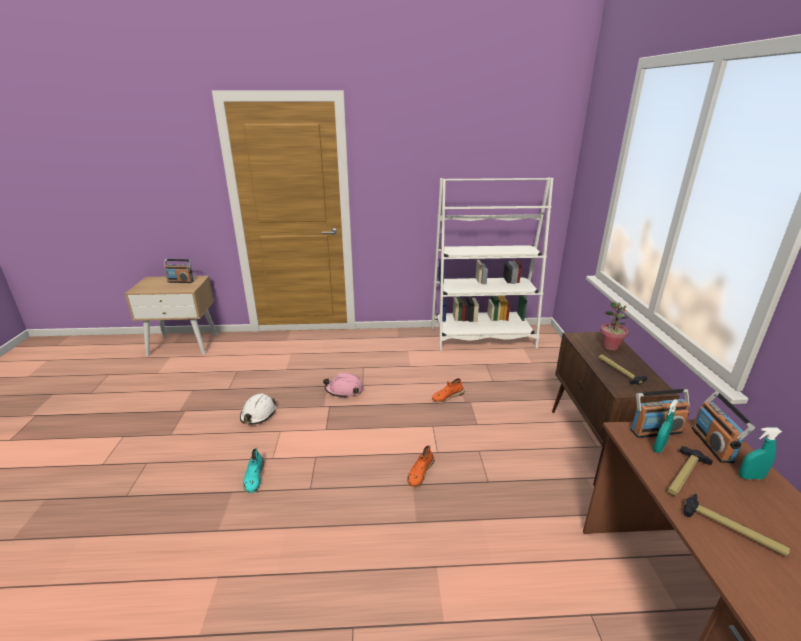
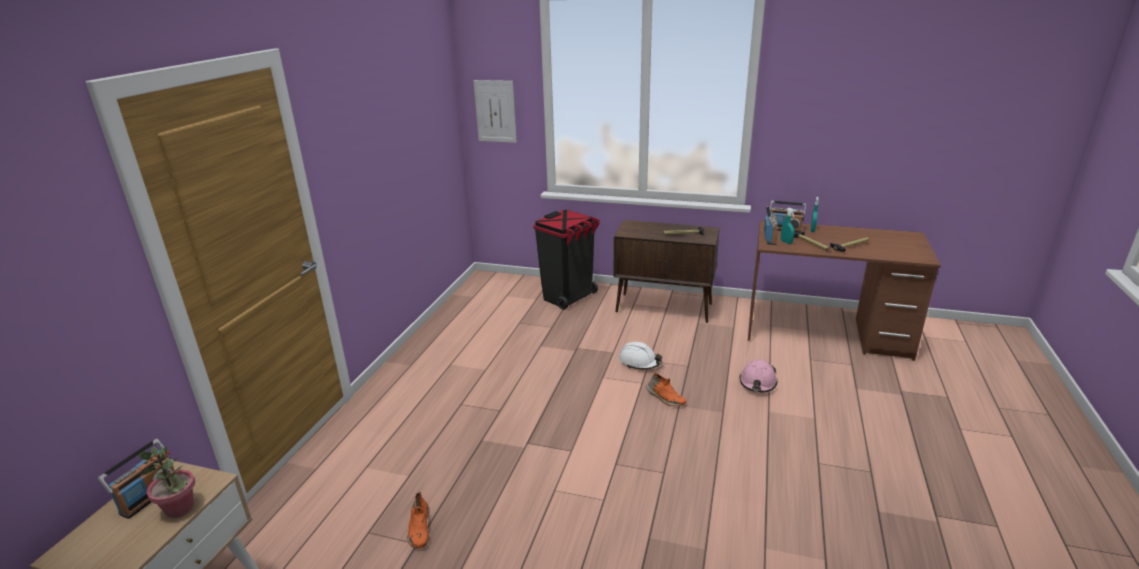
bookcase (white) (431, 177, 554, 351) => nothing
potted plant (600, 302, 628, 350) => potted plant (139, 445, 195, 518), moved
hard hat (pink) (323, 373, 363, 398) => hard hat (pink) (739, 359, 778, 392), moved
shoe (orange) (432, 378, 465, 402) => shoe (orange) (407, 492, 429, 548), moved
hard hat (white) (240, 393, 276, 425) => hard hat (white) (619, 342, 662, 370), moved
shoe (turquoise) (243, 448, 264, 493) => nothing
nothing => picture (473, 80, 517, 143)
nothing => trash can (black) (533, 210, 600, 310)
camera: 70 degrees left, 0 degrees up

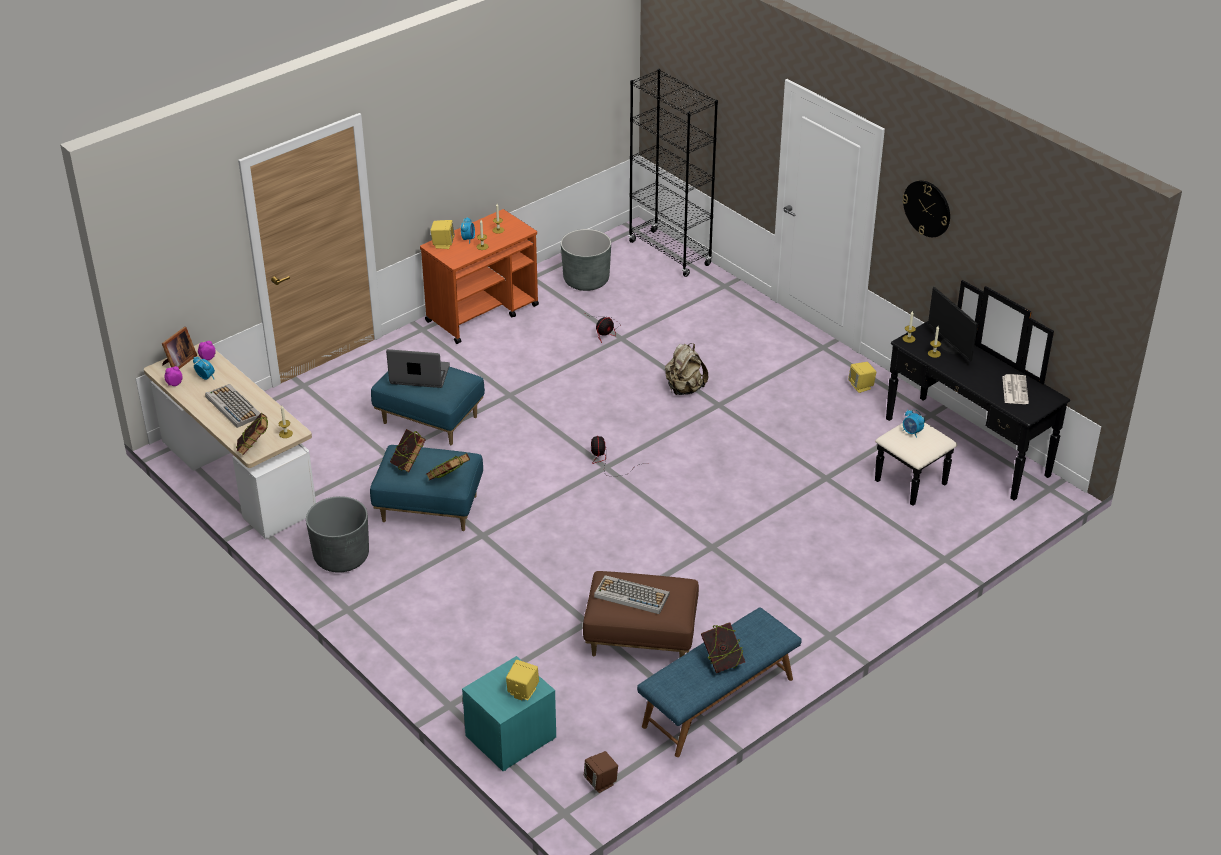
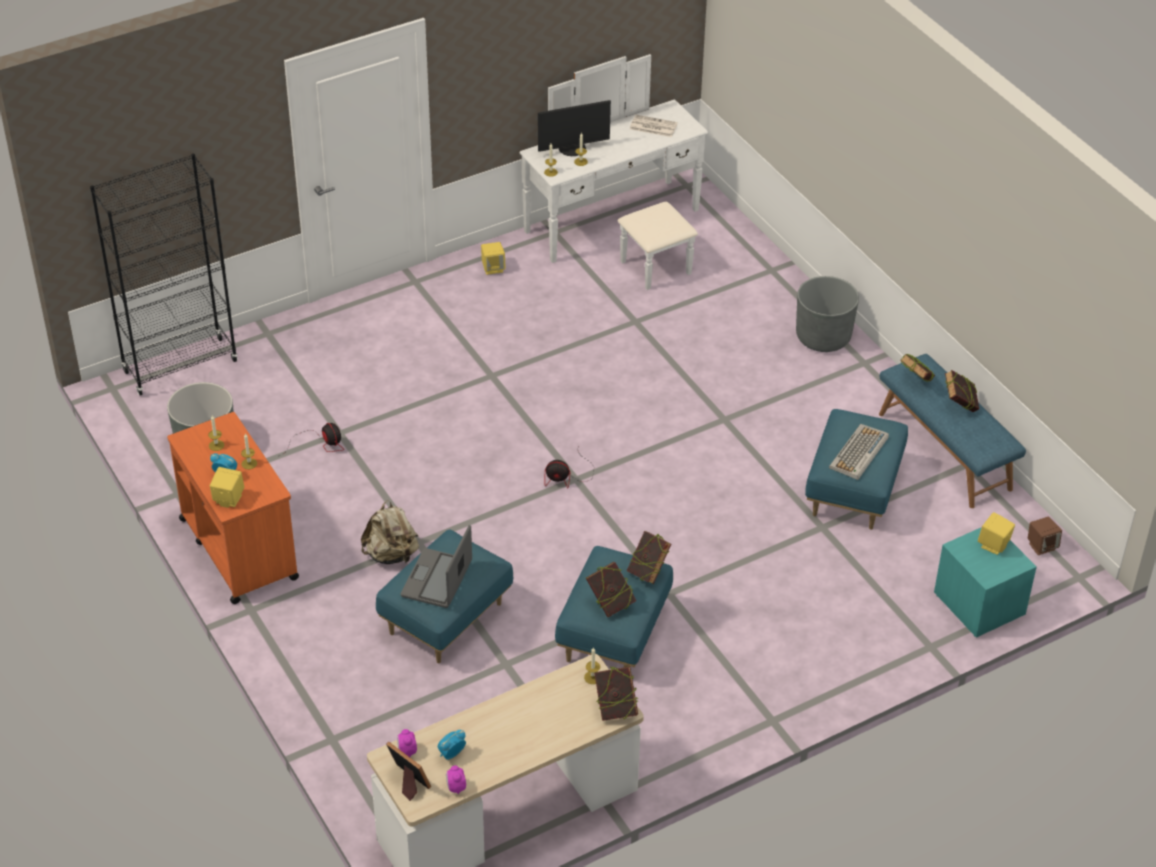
wall clock (902, 180, 950, 237) => nothing
dresser (black) (875, 280, 1070, 506) => dresser (white) (519, 54, 708, 290)
backpack (beige) (665, 343, 708, 395) => backpack (beige) (361, 500, 419, 564), moved
keyboard (205, 384, 261, 428) => nothing
alarm clock (903, 410, 925, 438) => nothing
planter (grey) (306, 496, 369, 573) => planter (grey) (796, 276, 859, 352), moved
ottoman (brown) (583, 571, 699, 657) => ottoman (blue) (805, 409, 908, 530)
nothing => book (901, 354, 935, 382)
camera: 80 degrees left, 5 degrees up

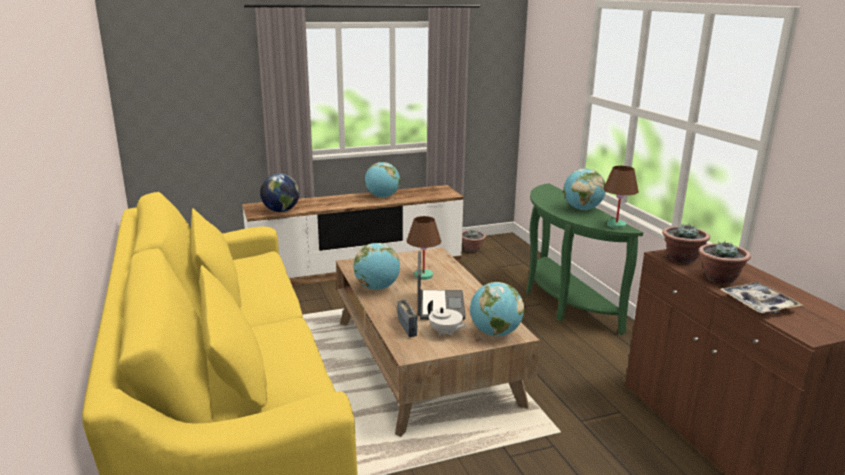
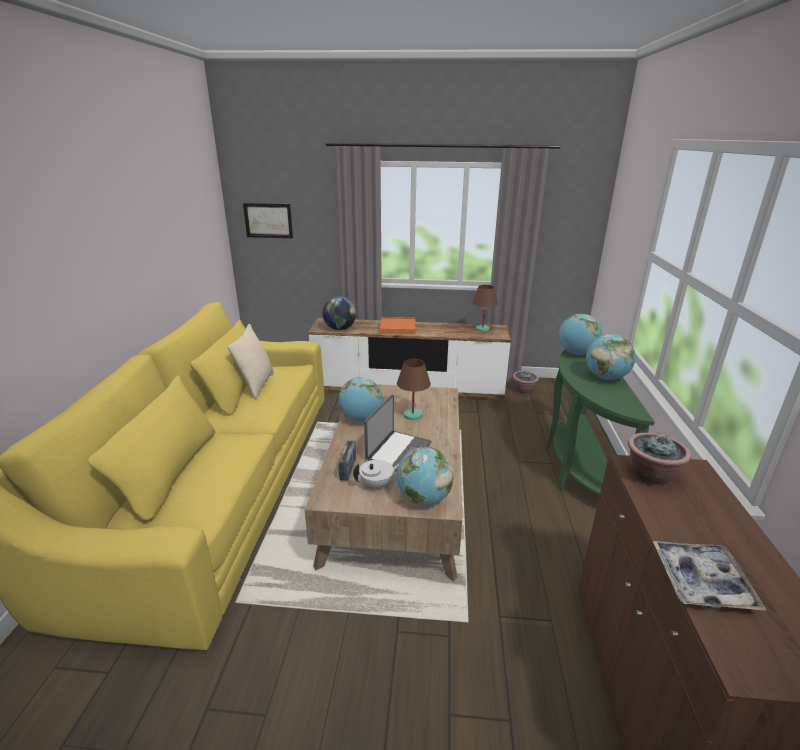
globe (365, 162, 400, 198) => globe (559, 314, 602, 355), moved
table lamp (brown) (603, 166, 639, 229) => table lamp (brown) (472, 285, 498, 332), moved
potted plant (699, 242, 751, 284) => nothing
teapot (white) (427, 300, 467, 336) => teapot (white) (353, 460, 399, 490), 90 degrees counterclockwise
nothing => picture (243, 203, 293, 238)
nothing => tray (orange) (380, 317, 415, 334)
nothing => pillow (beige) (228, 324, 274, 399)
camera: 25 degrees right, 5 degrees up

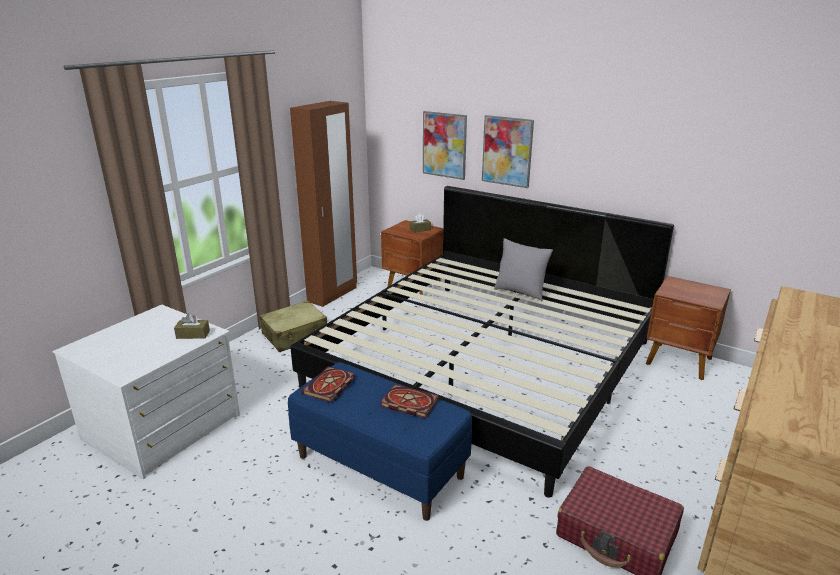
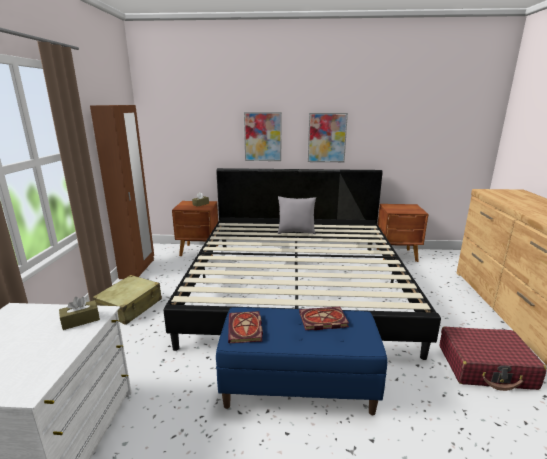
picture (423, 111, 467, 180) => picture (308, 113, 348, 162), moved
camera: 30 degrees left, 5 degrees down

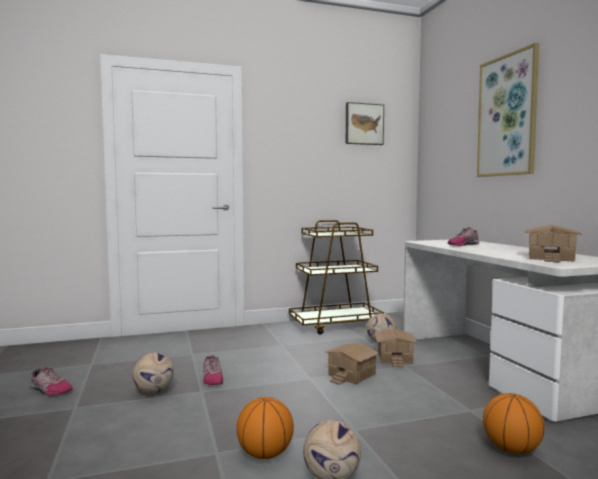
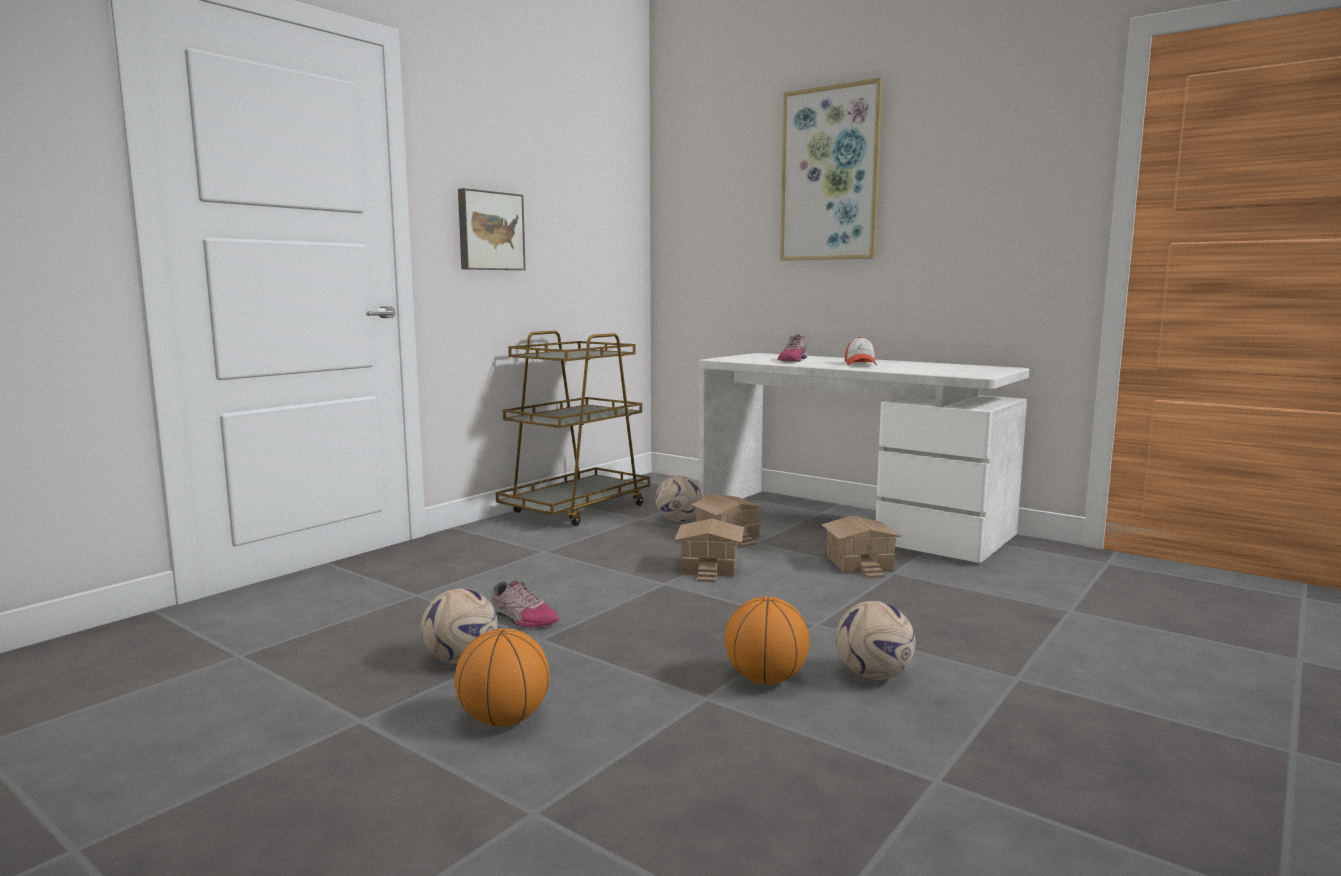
picture (346, 102, 384, 145) => picture (458, 188, 526, 270), moved
toy house (524, 225, 582, 262) => toy house (821, 516, 901, 578), moved
shoe (30, 367, 73, 395) => nothing
basketball (483, 393, 545, 454) => basketball (455, 628, 549, 726), moved
nothing => cap (845, 337, 877, 366)
camera: 35 degrees left, 5 degrees up

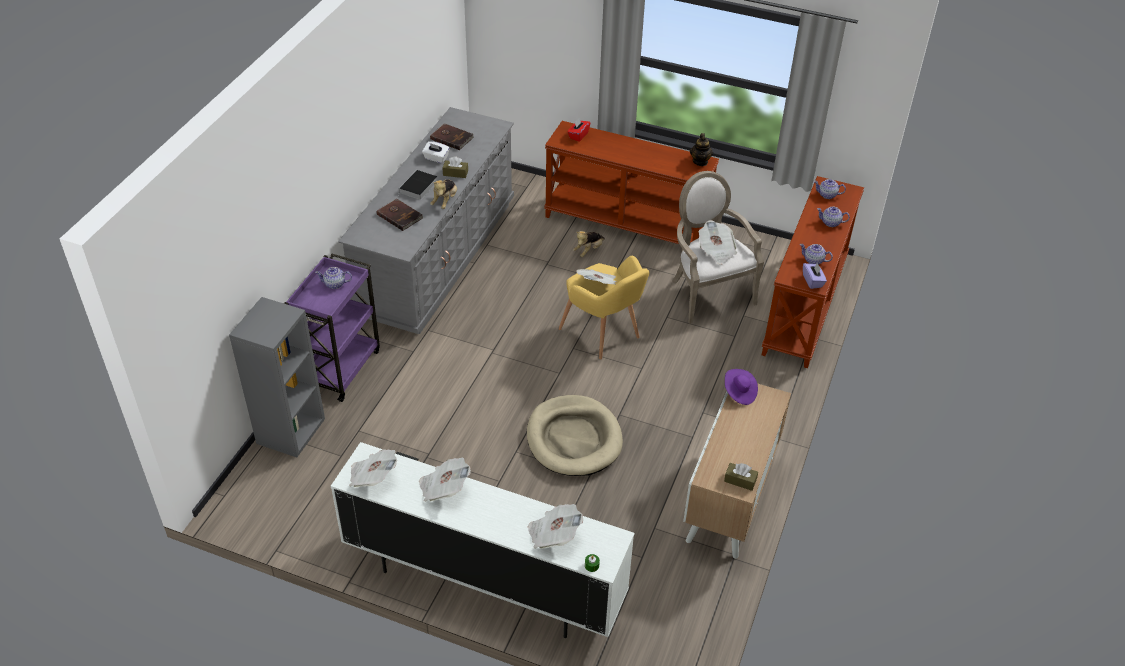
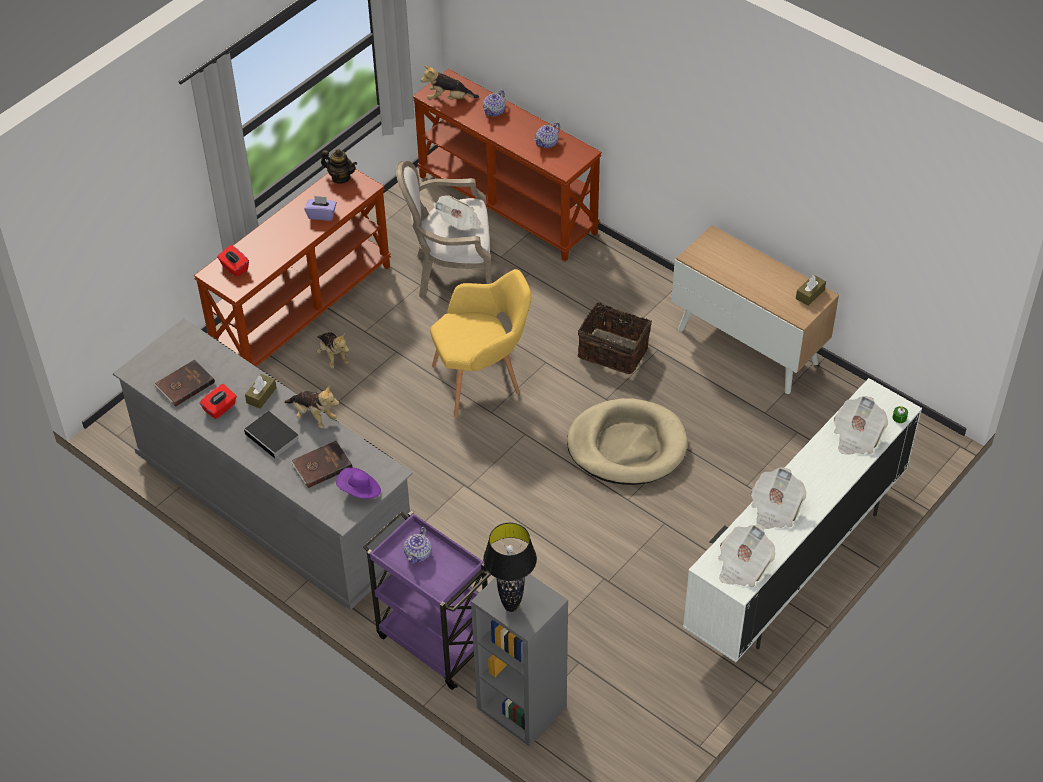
tissue box (white) (422, 141, 450, 163) => tissue box (red) (200, 384, 237, 419)
teapot (814, 179, 846, 199) => plush toy (421, 65, 479, 99)
tissue box (purple) (803, 262, 827, 289) => tissue box (purple) (304, 196, 337, 221), moved
newspaper (577, 269, 616, 284) => nothing
hat (purple) (725, 369, 758, 405) => hat (purple) (336, 468, 381, 499), moved
nothing => basket (577, 297, 652, 374)
nothing => table lamp (black) (483, 523, 537, 612)
camera: 70 degrees left, 5 degrees up

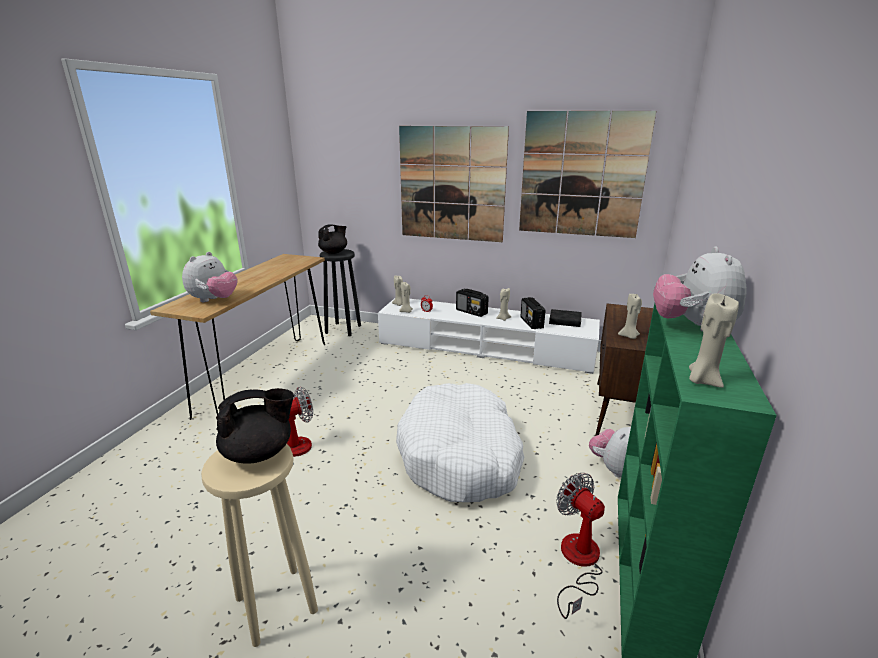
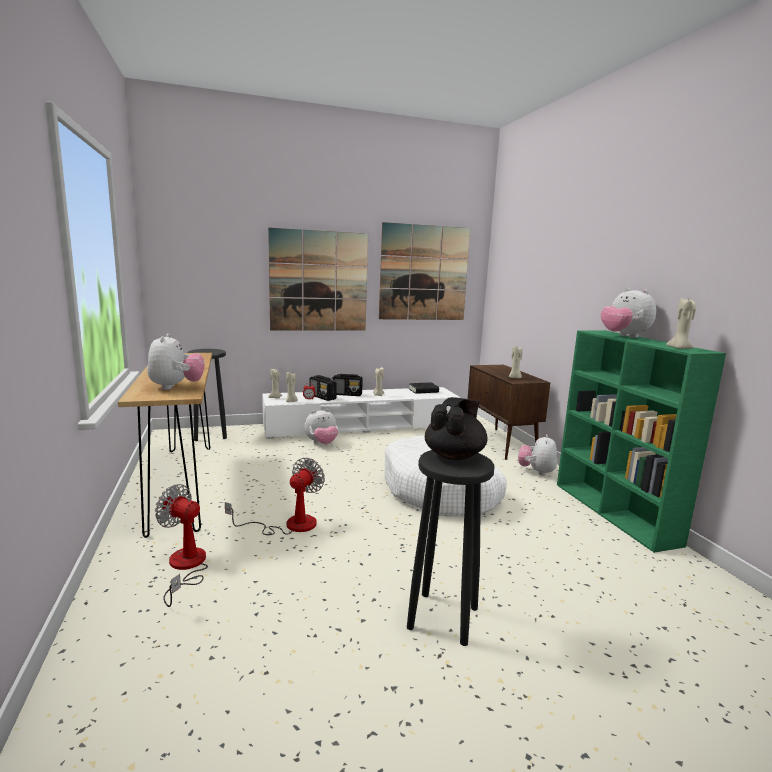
teapot (black) (318, 224, 347, 254) => nothing
radio (521, 297, 546, 329) => radio (310, 375, 337, 401), moved
stool (beige) (201, 444, 318, 647) => stool (black) (407, 450, 495, 646)
fan (556, 473, 605, 619) => fan (155, 484, 208, 607), moved
nothing => plush toy (304, 409, 338, 444)
camera: 35 degrees left, 10 degrees down

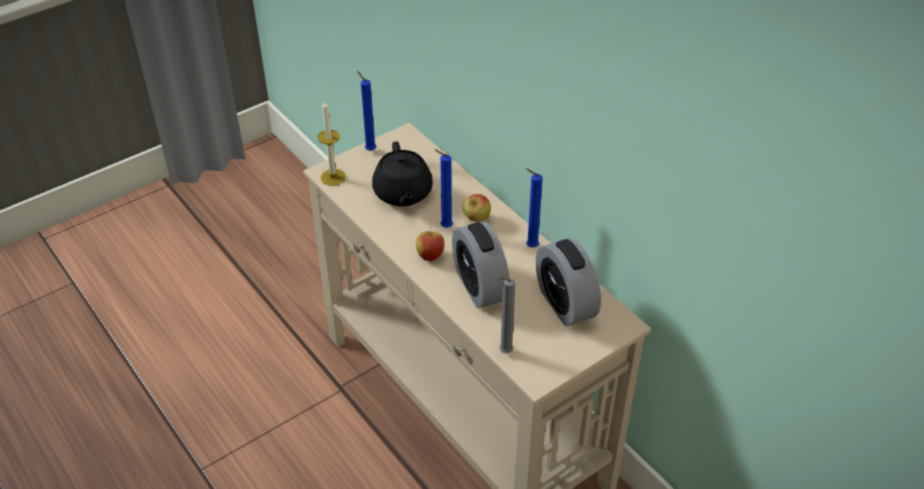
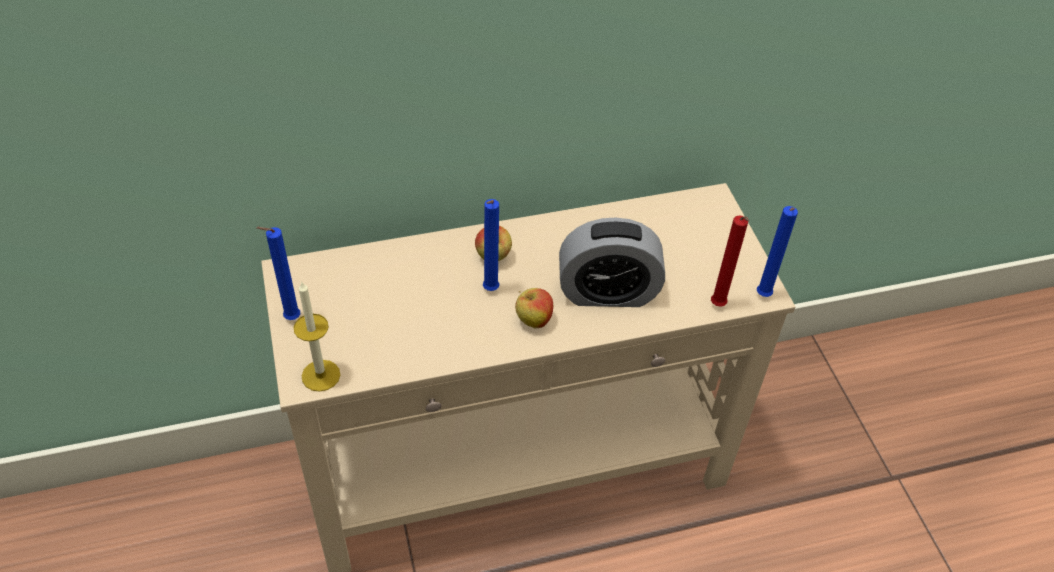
teapot (black) (372, 141, 433, 206) => nothing
candle (blue) (526, 168, 543, 248) => candle (blue) (757, 206, 798, 297), moved
alarm clock (536, 238, 601, 326) => nothing
candle (grey) (499, 277, 516, 353) => candle (red) (711, 215, 749, 307)
camera: 70 degrees left, 5 degrees up

